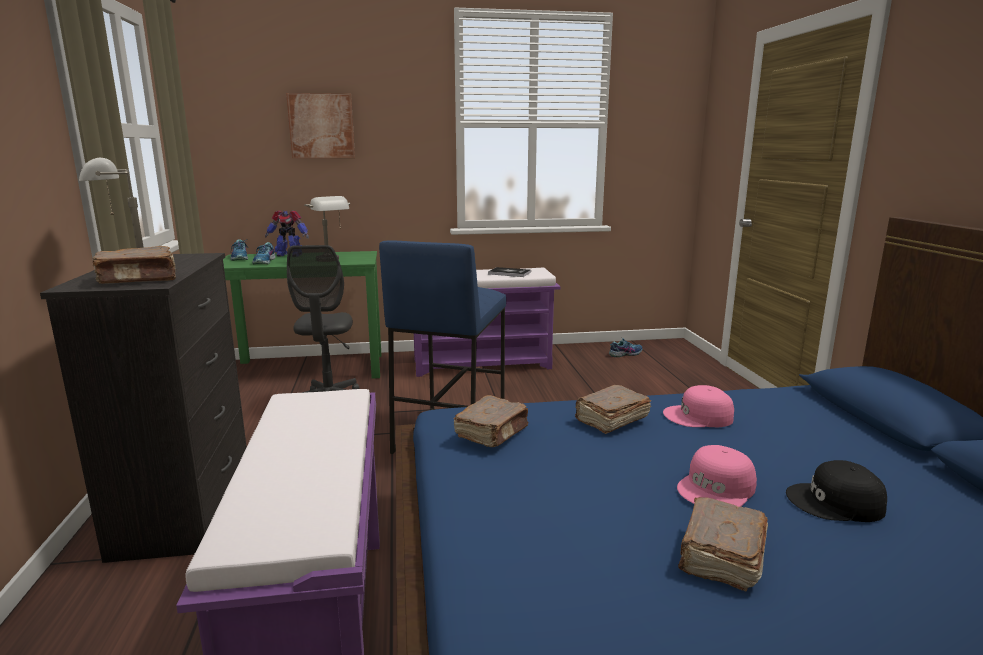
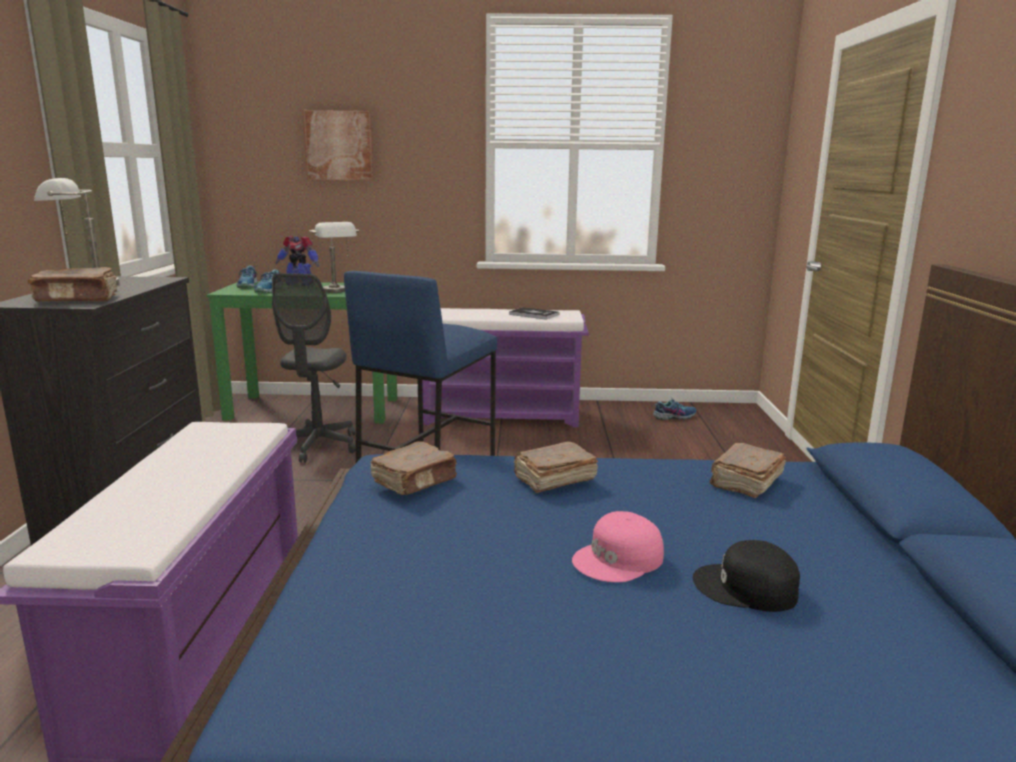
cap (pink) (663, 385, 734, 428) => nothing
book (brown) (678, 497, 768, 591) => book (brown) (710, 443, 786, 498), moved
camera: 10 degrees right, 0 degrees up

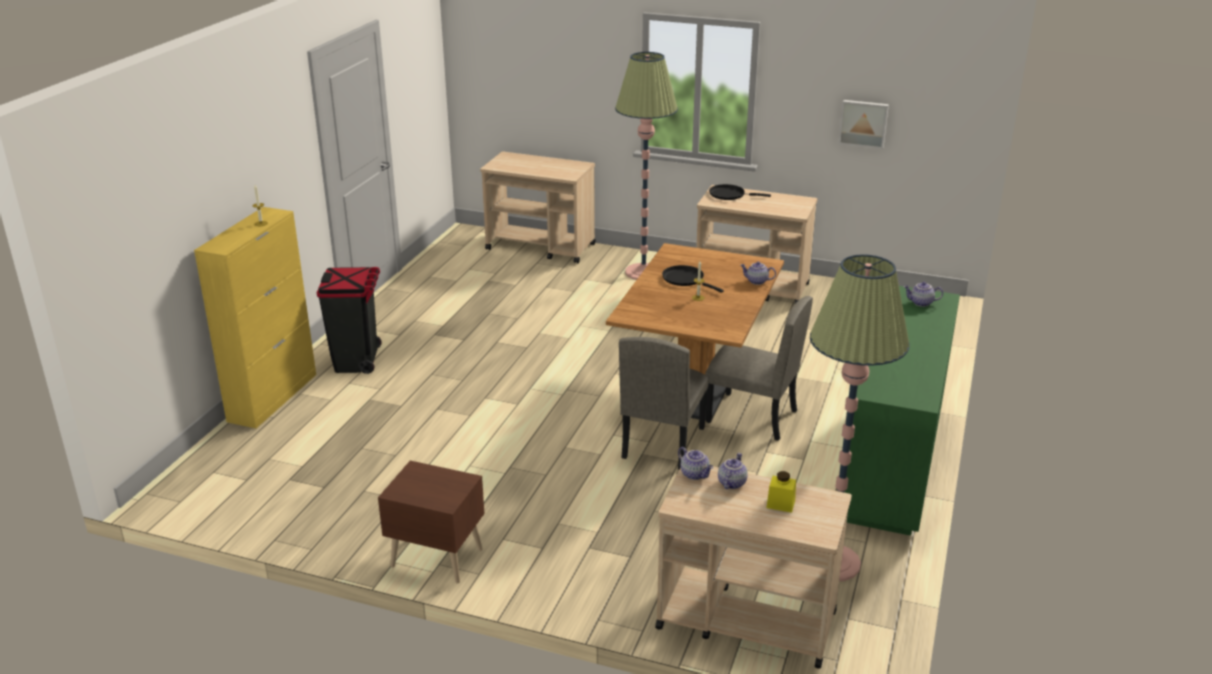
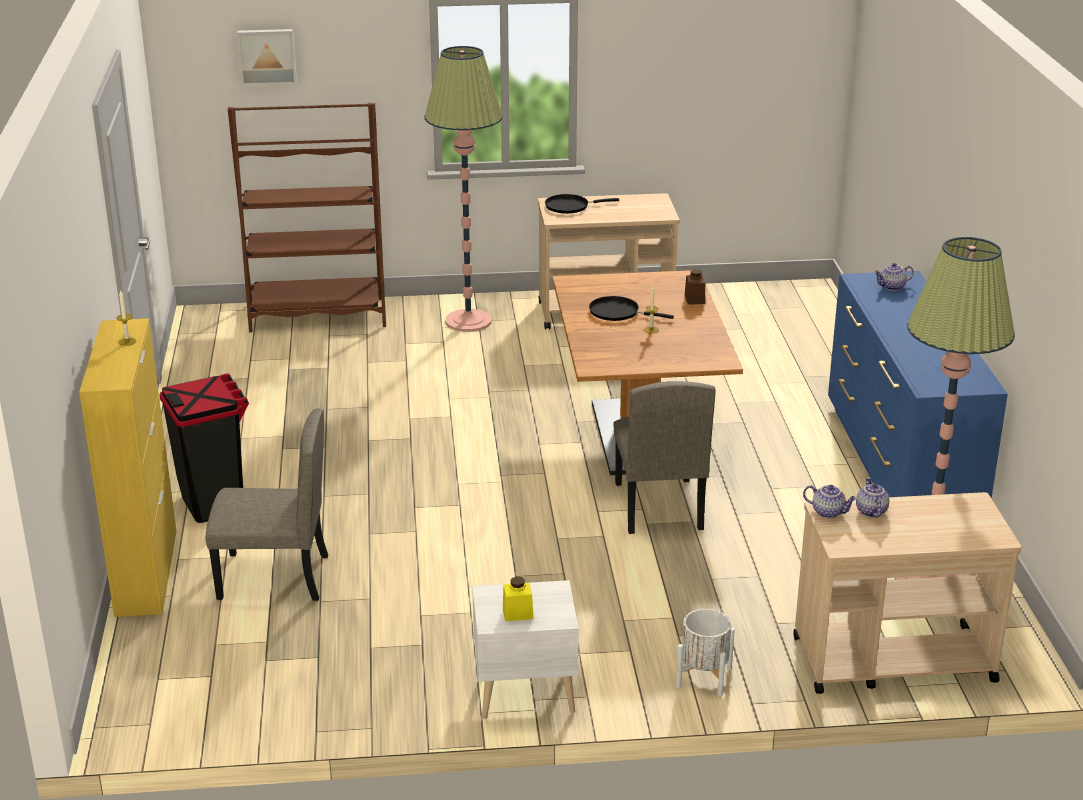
picture (838, 100, 889, 149) => picture (237, 29, 297, 86), moved
cart (beige) (480, 152, 596, 263) => bookcase (brown) (228, 103, 386, 333)
teapot (741, 262, 776, 285) => jar (brown) (685, 269, 705, 305)
dresser (green) (844, 286, 960, 536) => dresser (blue) (828, 271, 1008, 498)
chair (beige) (705, 296, 813, 441) => chair (beige) (206, 408, 328, 601), moved
nightstand (brown) (378, 461, 484, 584) => nightstand (white) (472, 580, 579, 719)
jar (yellow) (766, 471, 796, 513) => jar (yellow) (503, 576, 533, 621), moved
nothing => planter (white) (676, 609, 735, 696)
camera: 25 degrees left, 0 degrees up

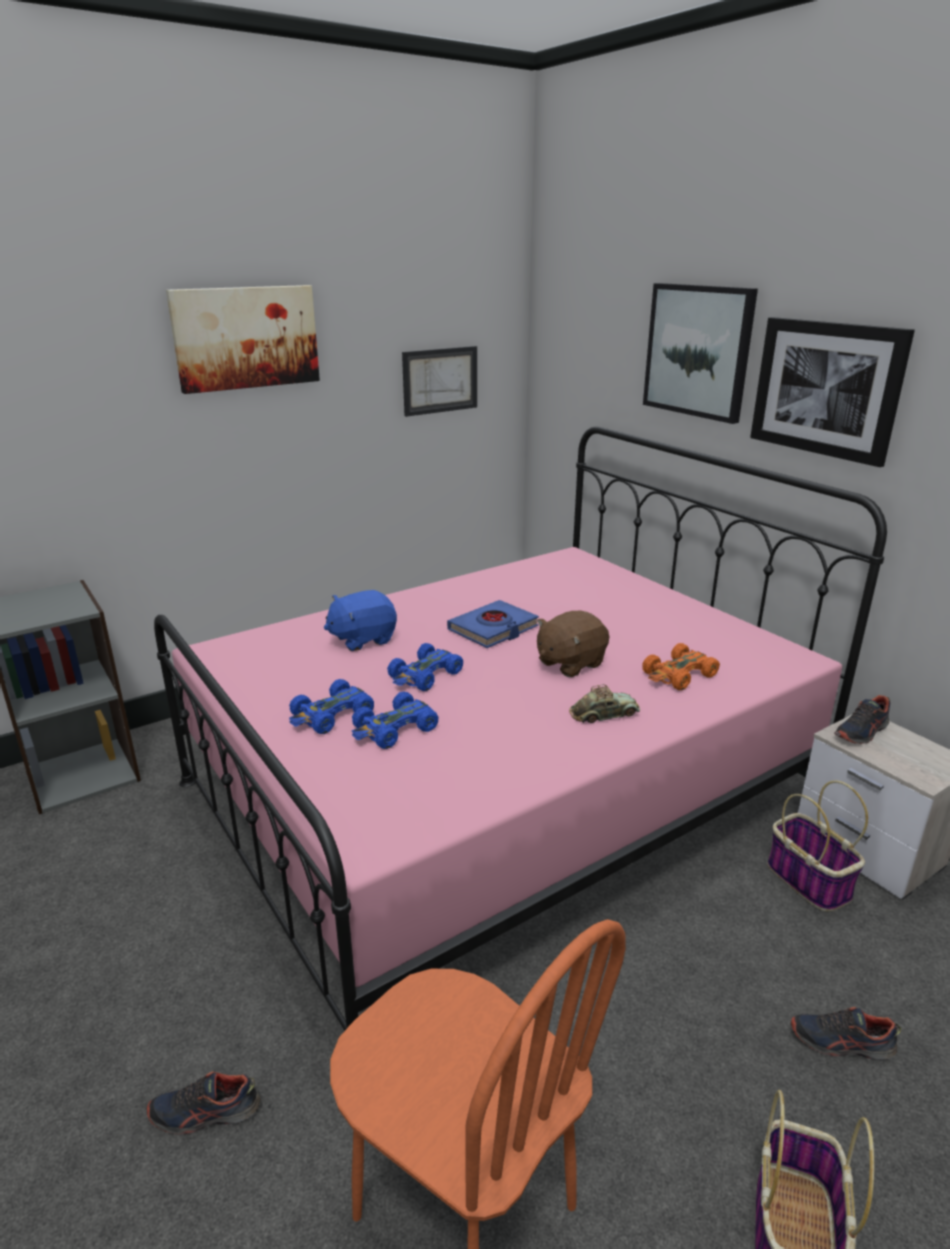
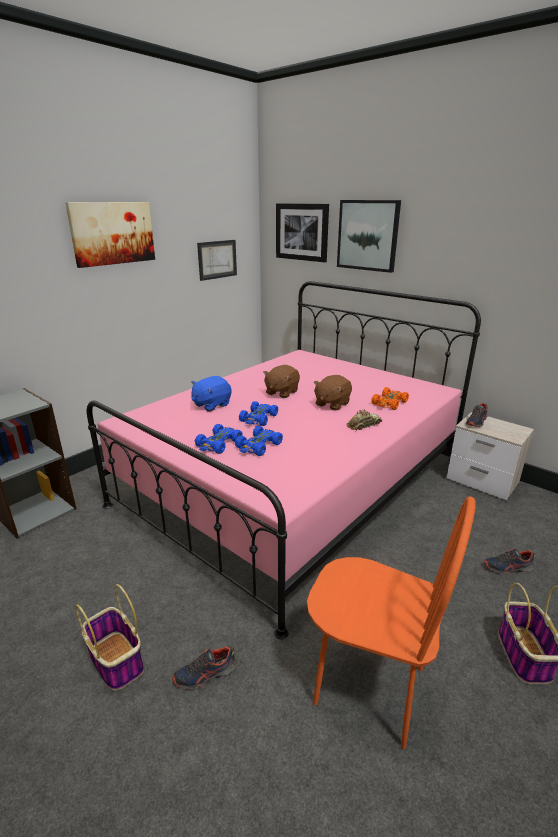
picture (750, 317, 915, 467) => picture (276, 203, 329, 262), moved
book (blue) (447, 600, 539, 648) => plush toy (brown) (263, 365, 300, 398)
basket (767, 780, 868, 911) => basket (75, 584, 144, 690), moved
camera: 15 degrees left, 0 degrees up

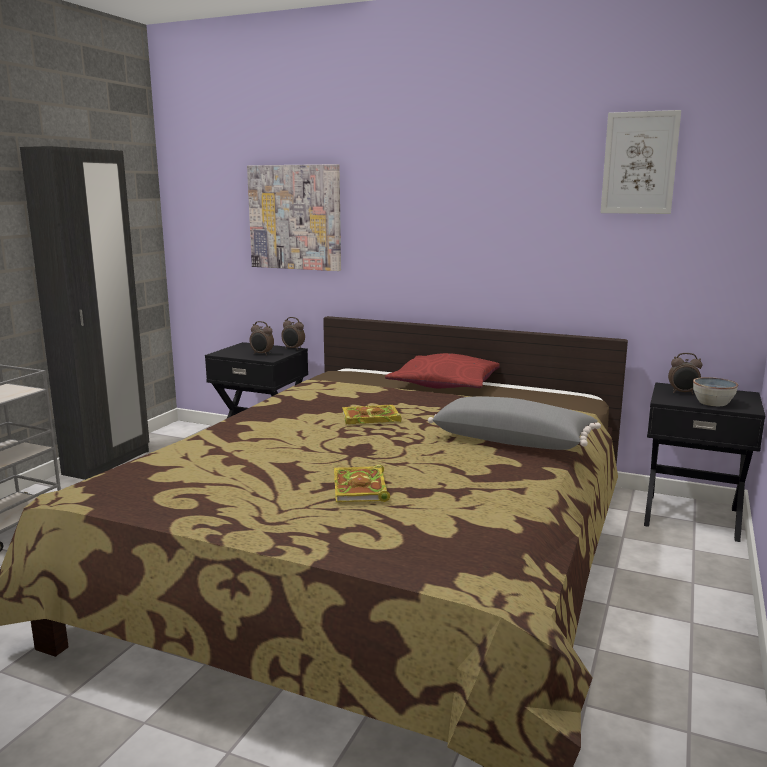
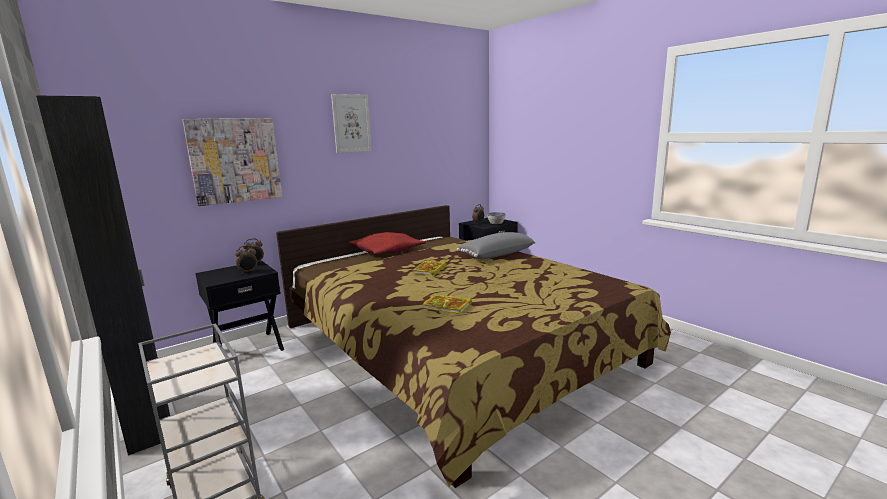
picture (600, 110, 681, 214) => picture (331, 94, 372, 153), moved
book (334, 465, 390, 502) => book (423, 294, 472, 314), moved
camera: 60 degrees left, 0 degrees up

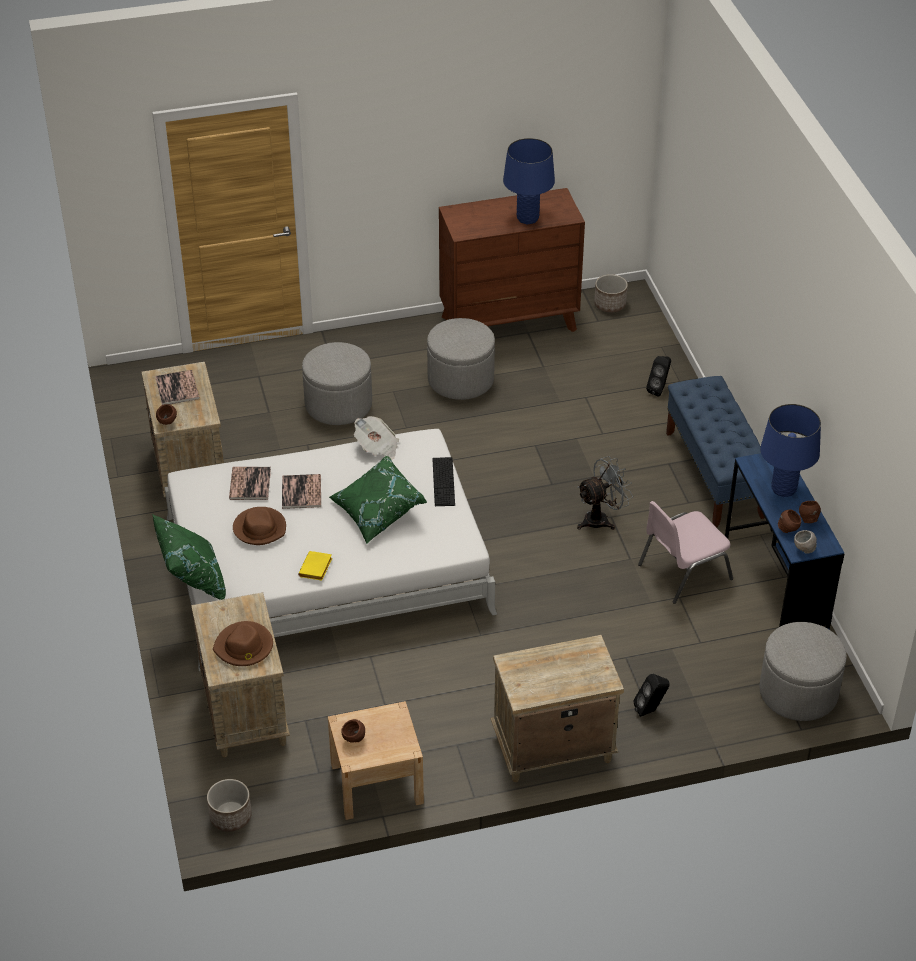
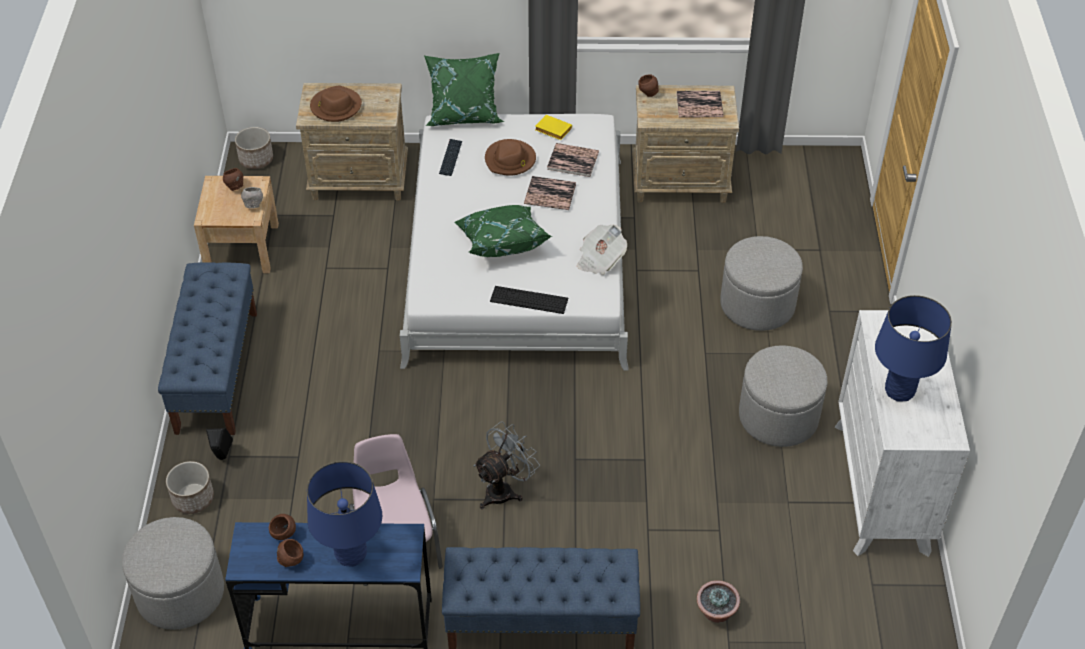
dresser (brown) (439, 188, 585, 332) => dresser (white) (835, 310, 970, 557)
planter (594, 274, 628, 313) => planter (166, 461, 214, 514), moved
speaker (black) (646, 356, 671, 397) => potted plant (696, 580, 740, 623)
fan (grey) (577, 456, 633, 530) => fan (grey) (473, 422, 540, 509), 120 degrees counterclockwise
bowl (grey) (794, 530, 817, 554) => bowl (grey) (241, 187, 263, 208), moved
book (yellow) (298, 551, 332, 581) => book (yellow) (535, 115, 572, 140), moved
nightstand (beige) (490, 635, 624, 782) => bench (blue) (158, 262, 257, 435)
nothing => keyboard (439, 139, 462, 176)
camera: 105 degrees right, 5 degrees up

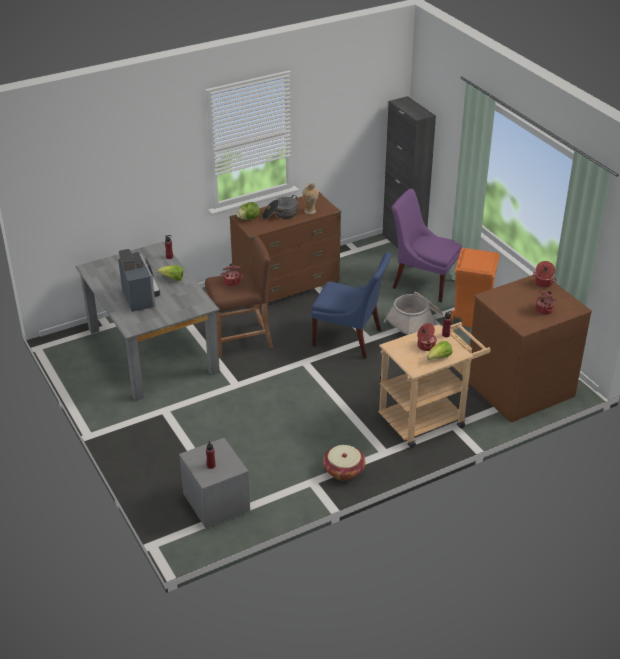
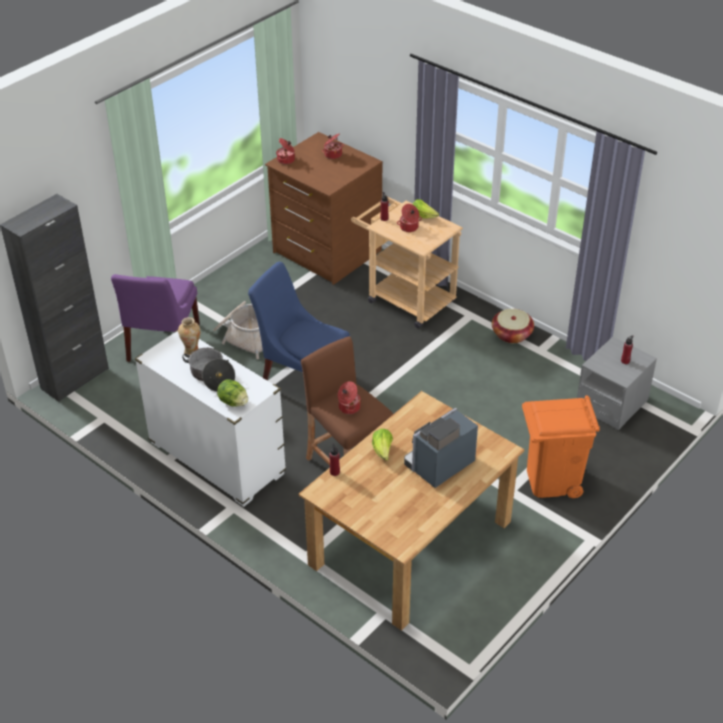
dresser (brown) (229, 192, 341, 309) => dresser (white) (135, 330, 286, 507)
dining table (grey) (76, 242, 220, 401) => dining table (brown) (298, 391, 525, 631)
trash can (orange) (451, 248, 500, 327) => trash can (orange) (522, 395, 600, 498), moved
chair (blue) (311, 252, 392, 358) => chair (blue) (248, 262, 350, 381), 60 degrees counterclockwise
camera: 110 degrees left, 5 degrees up

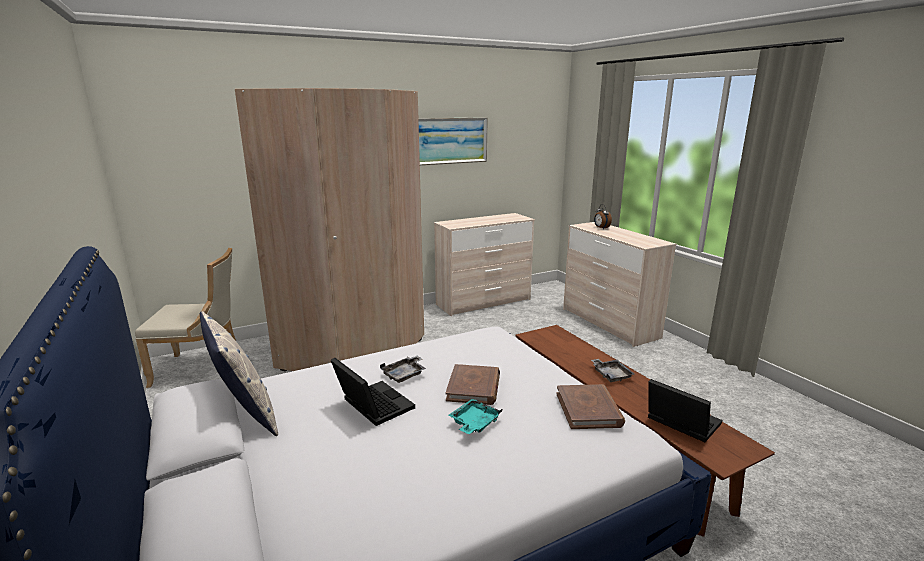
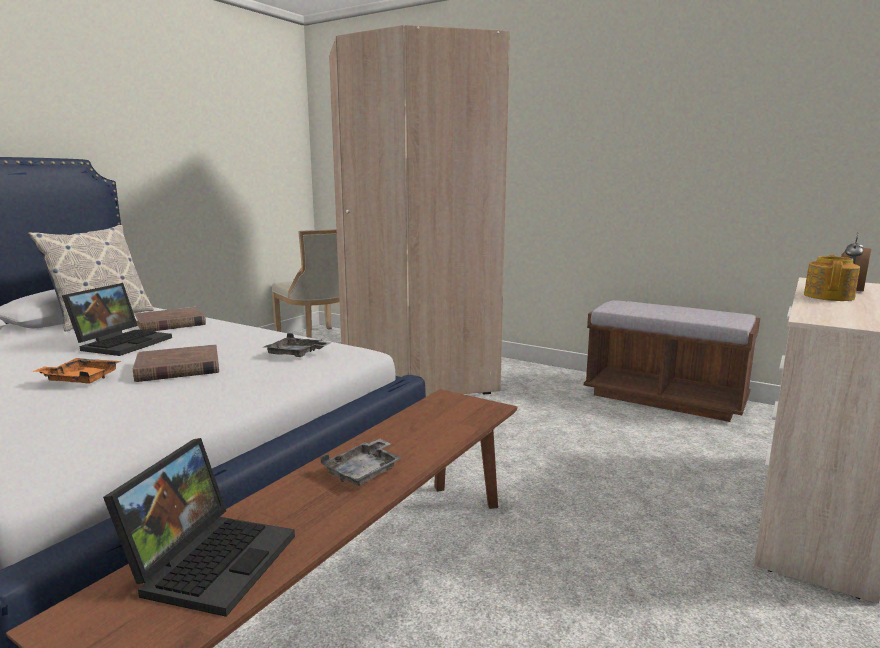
picture (418, 117, 488, 165) => nothing
dresser (beige) (434, 213, 535, 316) => bench (brown) (584, 300, 760, 422)
tray (grey) (380, 356, 426, 383) => tray (grey) (264, 333, 332, 357), moved
book (brown) (556, 384, 625, 429) => book (brown) (135, 307, 206, 331), moved
tray (turquoise) (448, 398, 502, 434) => tray (orange) (32, 358, 121, 384)
nothing => teapot (804, 255, 860, 301)
camera: 60 degrees right, 5 degrees down

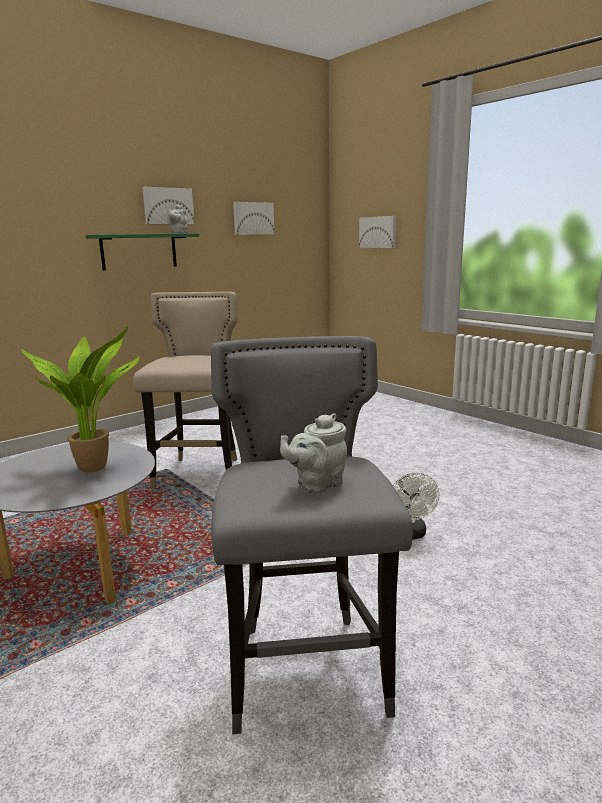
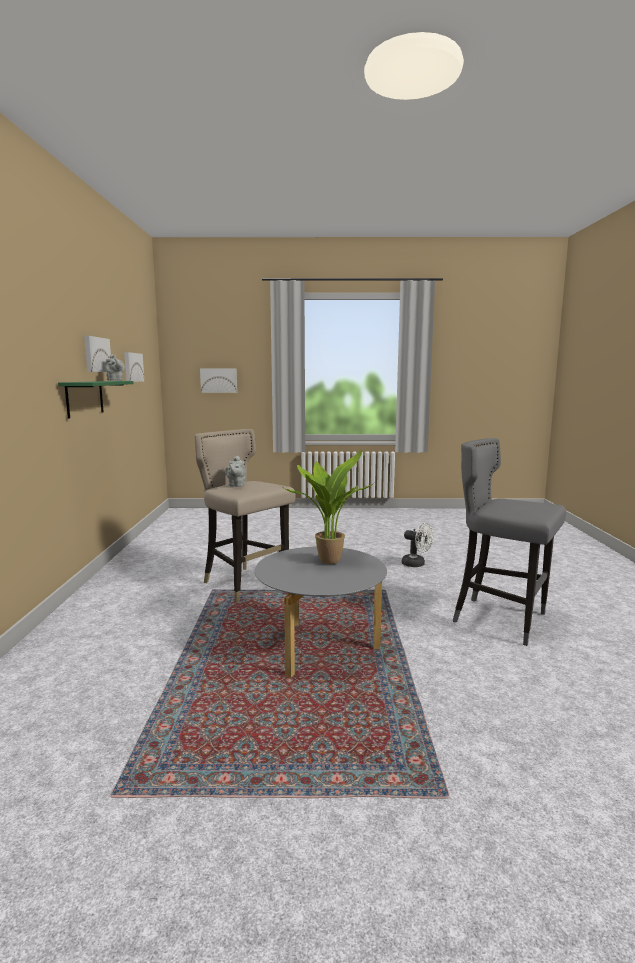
teapot (grey) (280, 413, 347, 494) => teapot (grey) (225, 456, 246, 487), moved
camera: 50 degrees left, 5 degrees down

